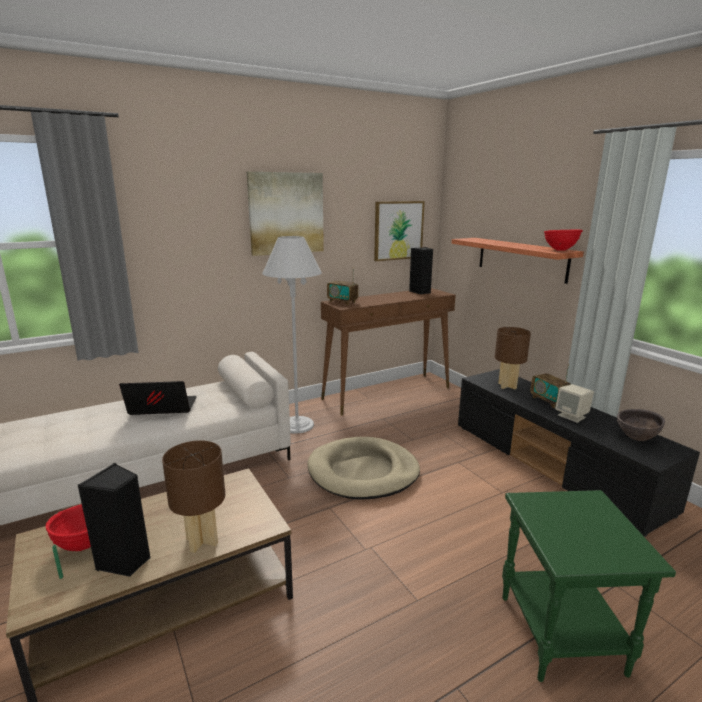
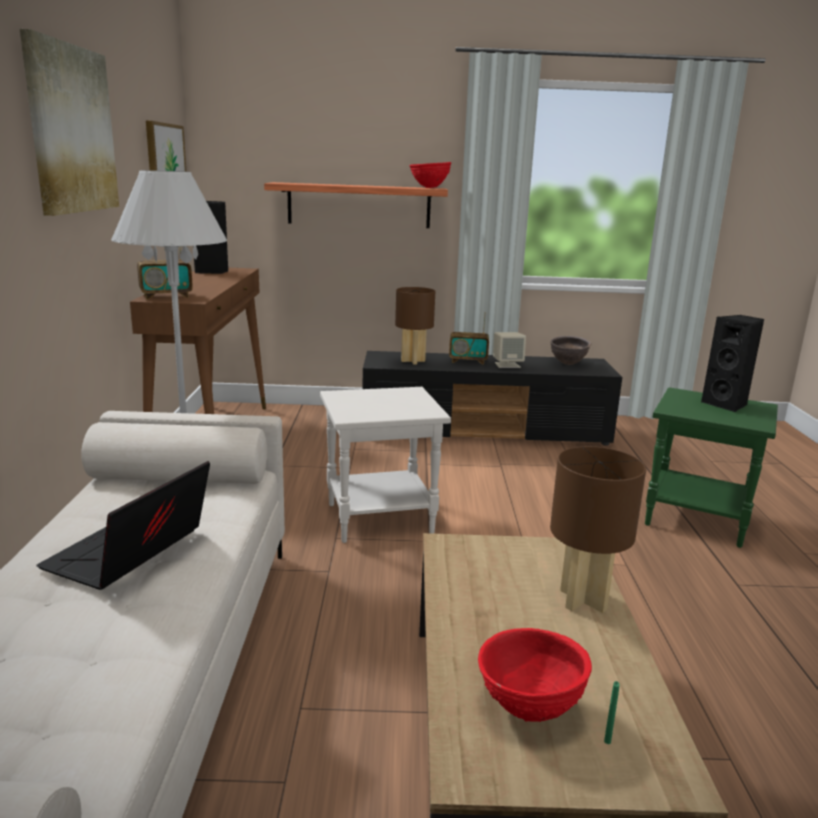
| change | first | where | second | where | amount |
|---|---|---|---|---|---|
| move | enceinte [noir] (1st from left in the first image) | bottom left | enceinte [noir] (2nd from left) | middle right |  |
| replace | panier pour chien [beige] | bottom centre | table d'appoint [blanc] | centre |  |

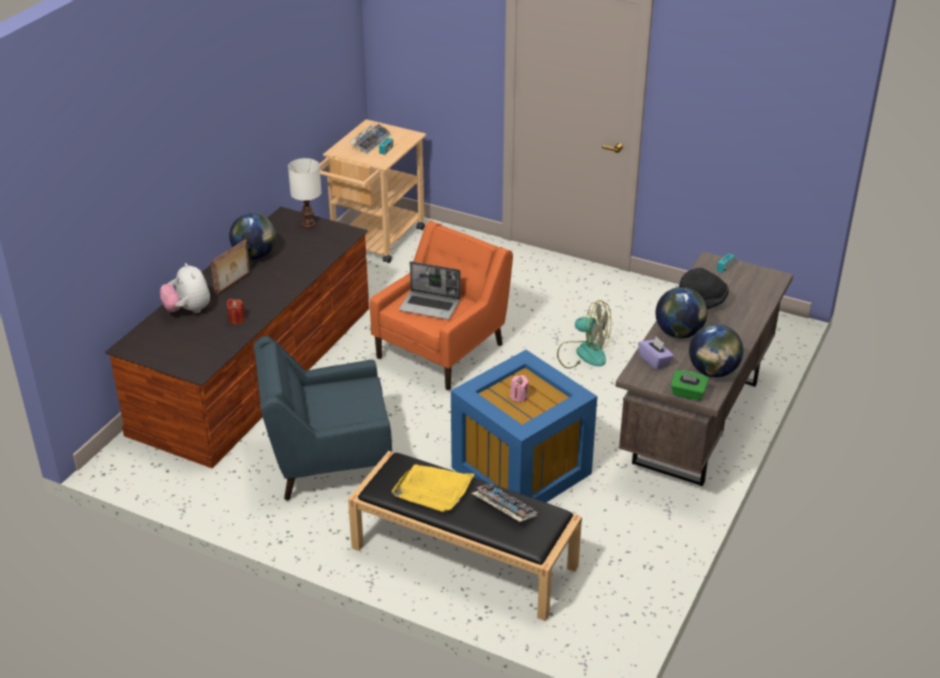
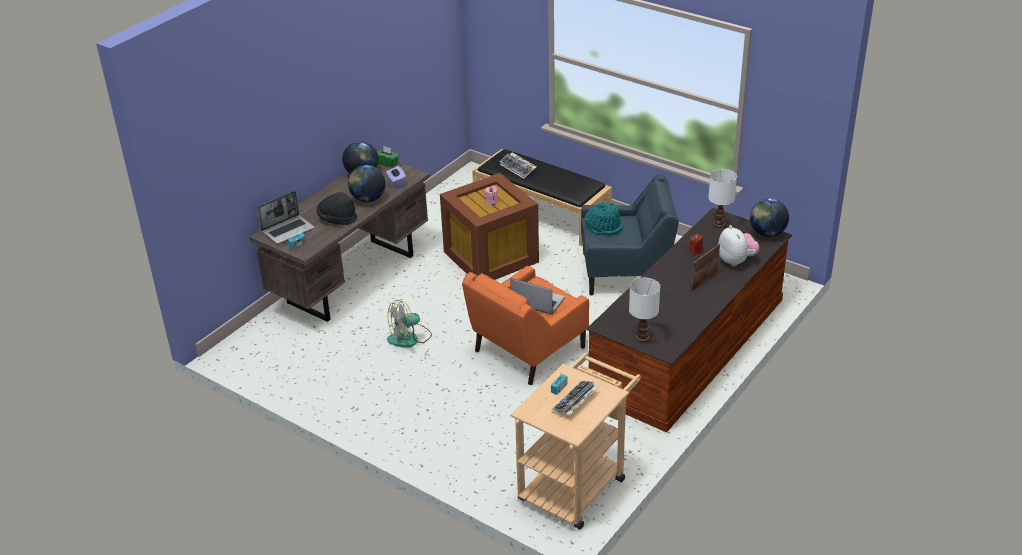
| change | first | where | second | where | amount |
|---|---|---|---|---|---|
| delete | plateau [jaune] | bottom centre |  |  |  |
| insert |  |  | ordinateur portable (1st from left) | middle left |  |
| insert |  |  | chapeau [turquoise] | centre |  |
| insert |  |  | lampe de table [blanc] (2nd from left) | middle right |  |
| move | globe (1st from left in the first image) | middle left | globe (3rd from left) | middle right |  |
| recolor | boîte de rangement [bleu] | centre | boîte de rangement [marron] | centre |  |
| rotate | ventilateur | centre |  | centre | 60 degrees counterclockwise |

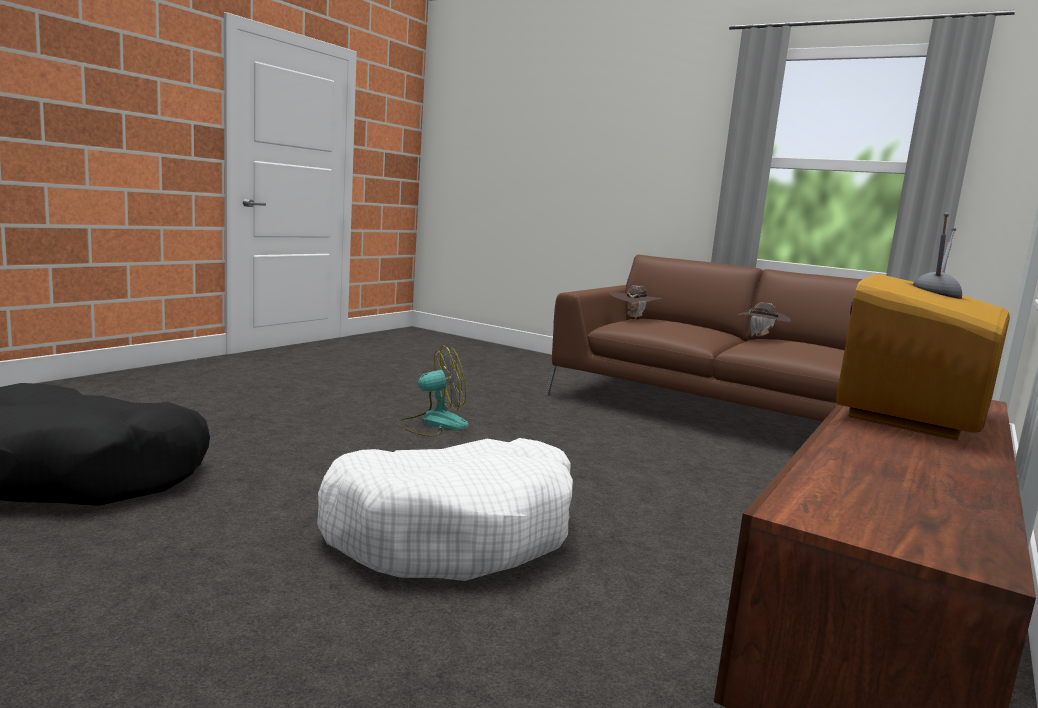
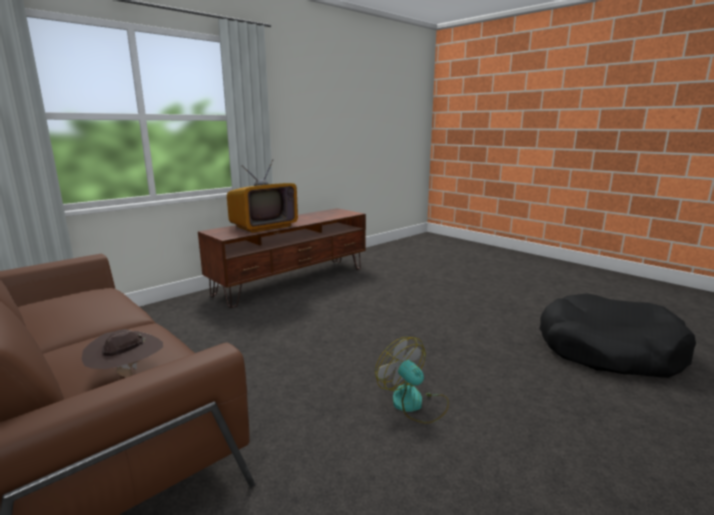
| change | first | where | second | where | amount |
|---|---|---|---|---|---|
| delete | panier pour chien [blanc] | bottom centre |  |  |  |
| delete | chapeau [marron] (2nd from left) | middle right |  |  |  |
| rotate | ventilateur | centre |  | bottom centre | 60 degrees clockwise |

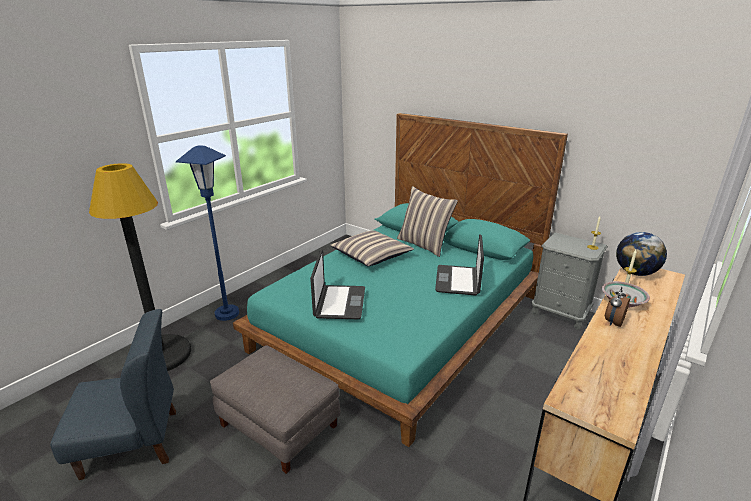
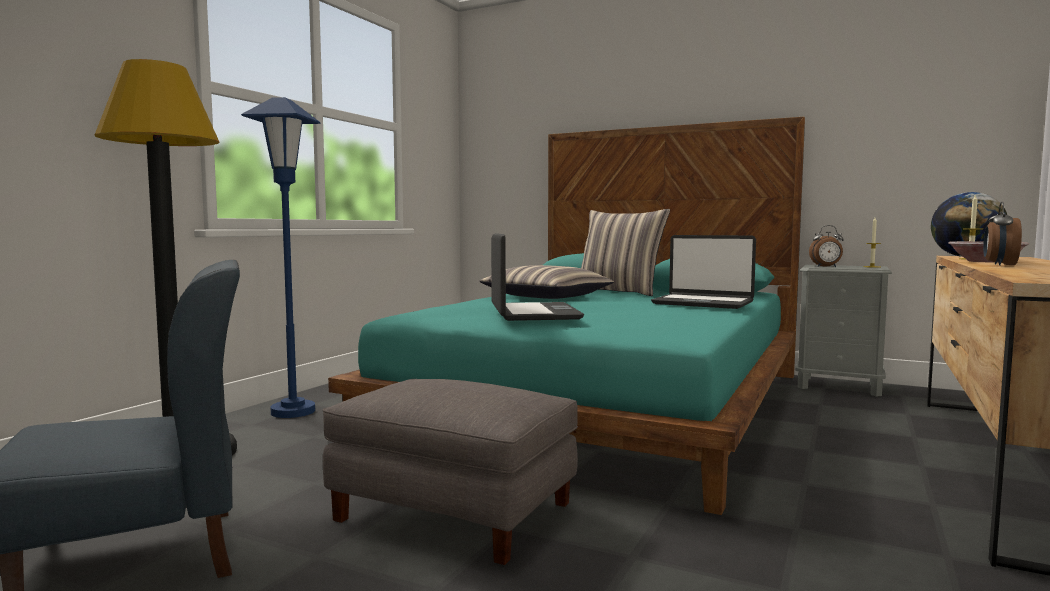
| change | first | where | second | where | amount |
|---|---|---|---|---|---|
| insert |  |  | réveil (1st from left) | middle right |  |
| rotate | ordinateur portable (2nd from left) | centre |  | middle right | 60 degrees counterclockwise |

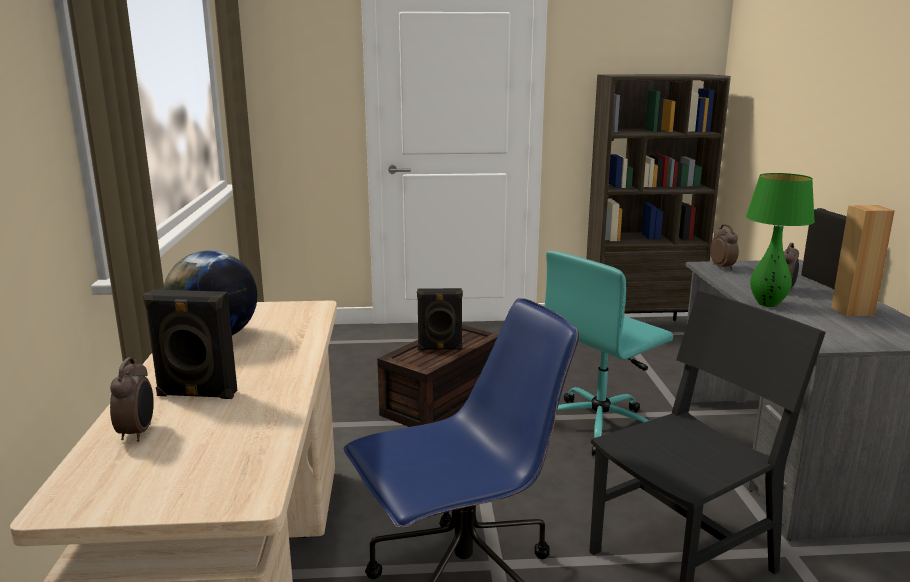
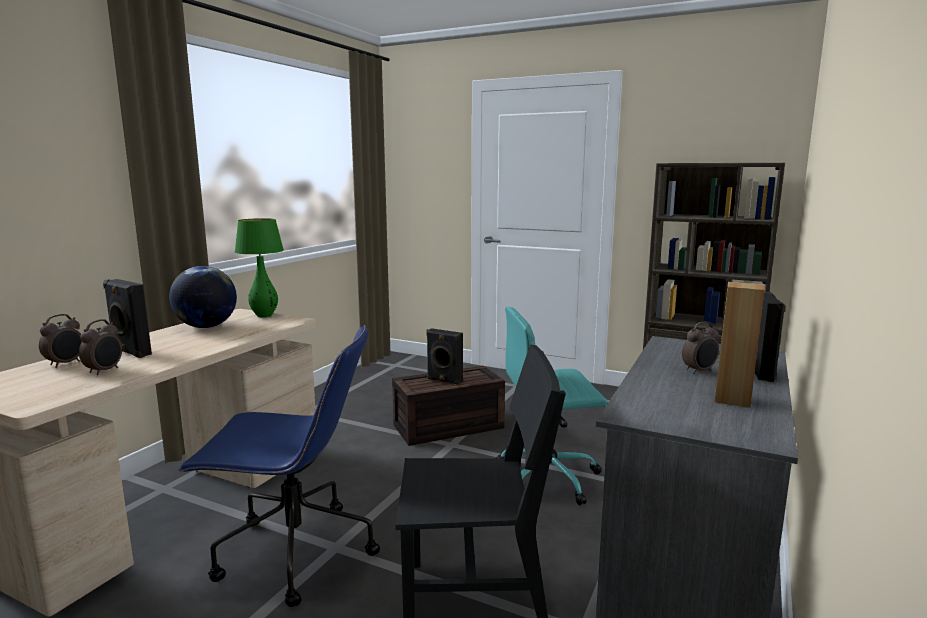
| change | first | where | second | where | amount |
|---|---|---|---|---|---|
| move | réveil (2nd from left) | middle right |  | middle left |  |
| move | lampe de table [vert] | middle right |  | middle left |  |

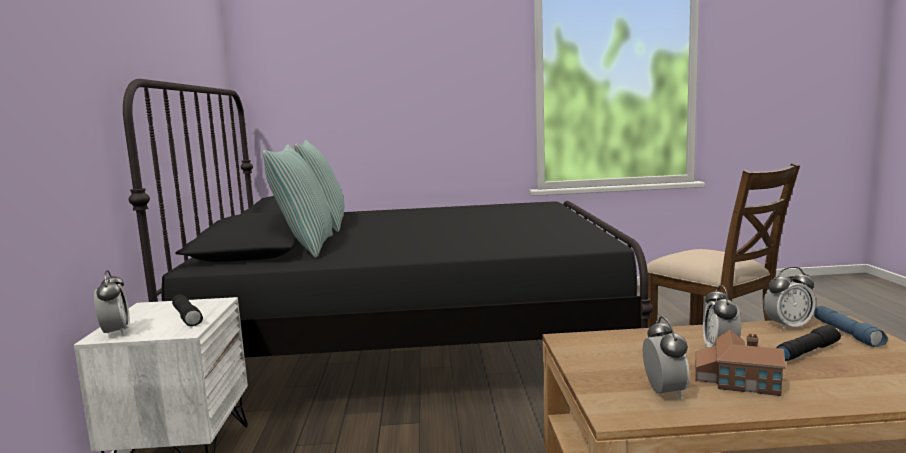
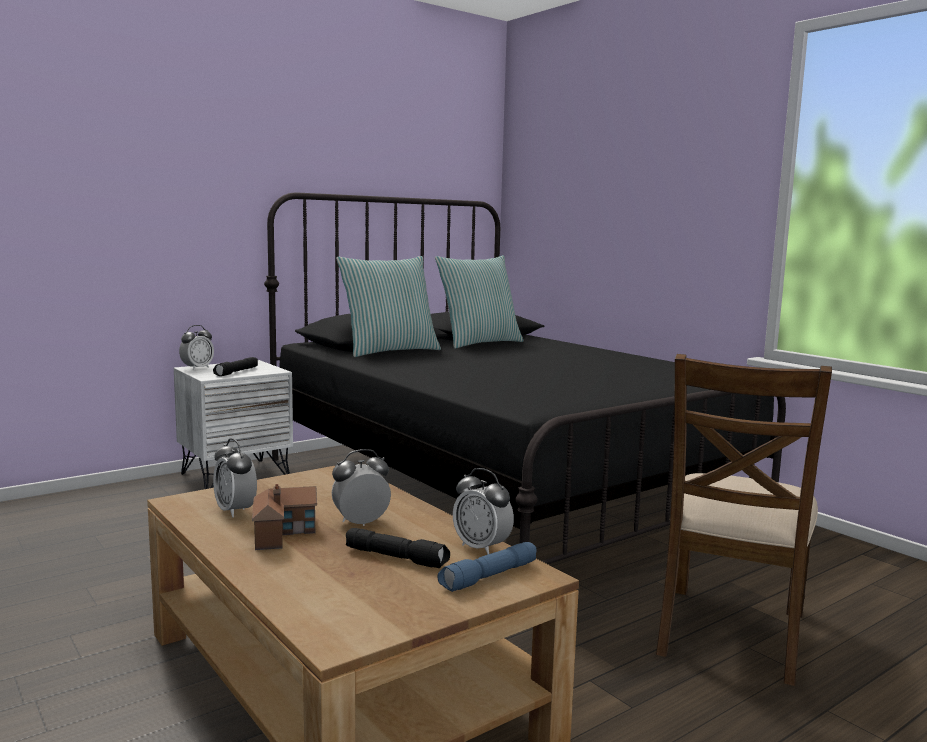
| change | first | where | second | where | amount |
|---|---|---|---|---|---|
| rotate | réveil (2nd from left) | bottom right |  | middle left | 90 degrees clockwise |

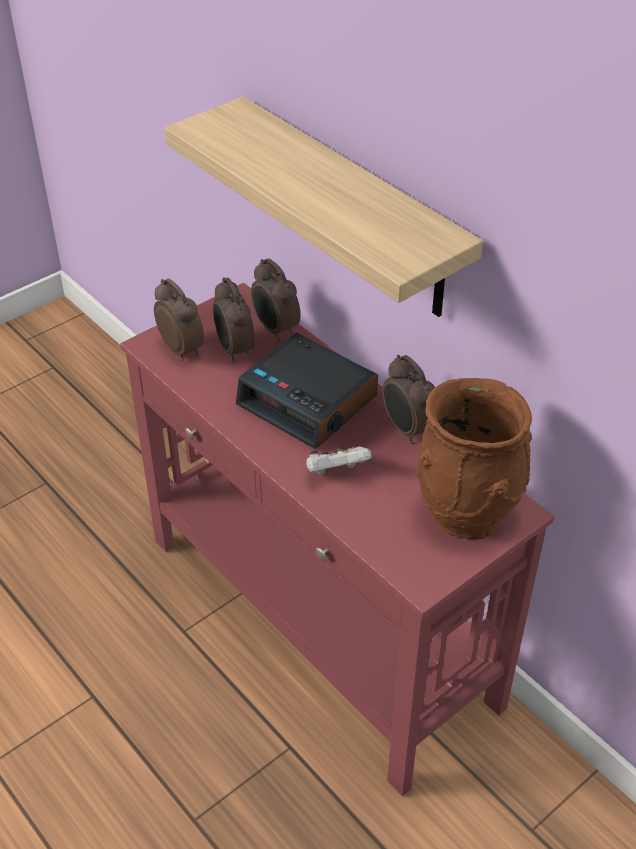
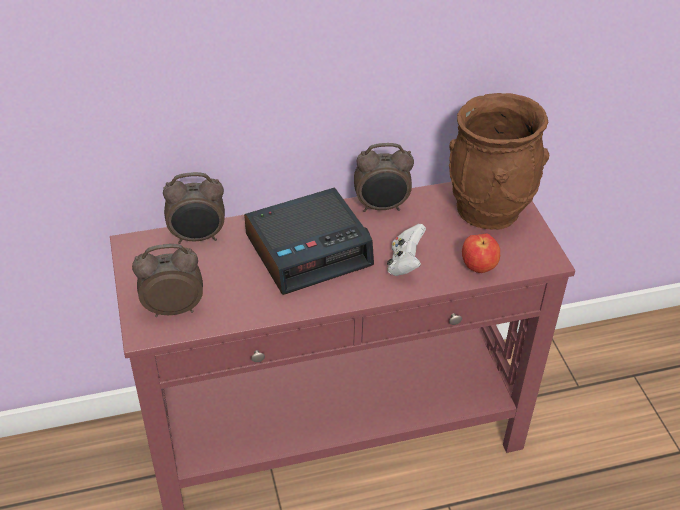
| change | first | where | second | where | amount |
|---|---|---|---|---|---|
| delete | étagère | top centre |  |  |  |
| delete | réveil (2nd from left) | centre |  |  |  |
| insert |  |  | pomme | middle right |  |

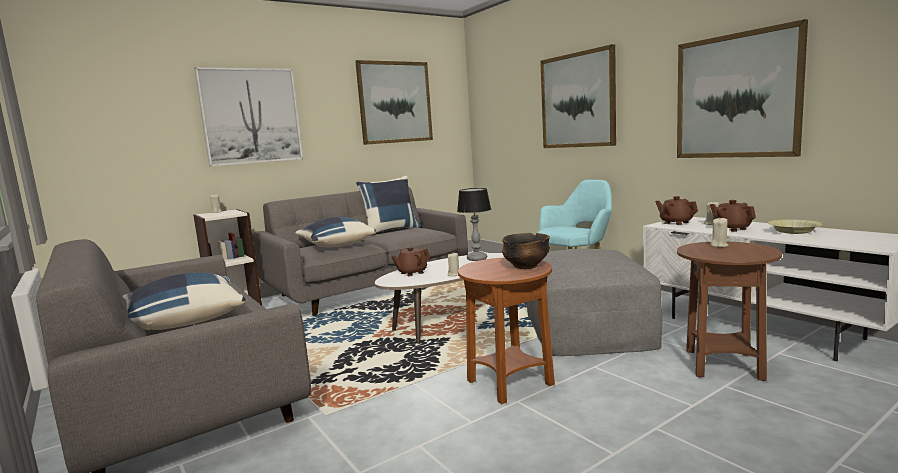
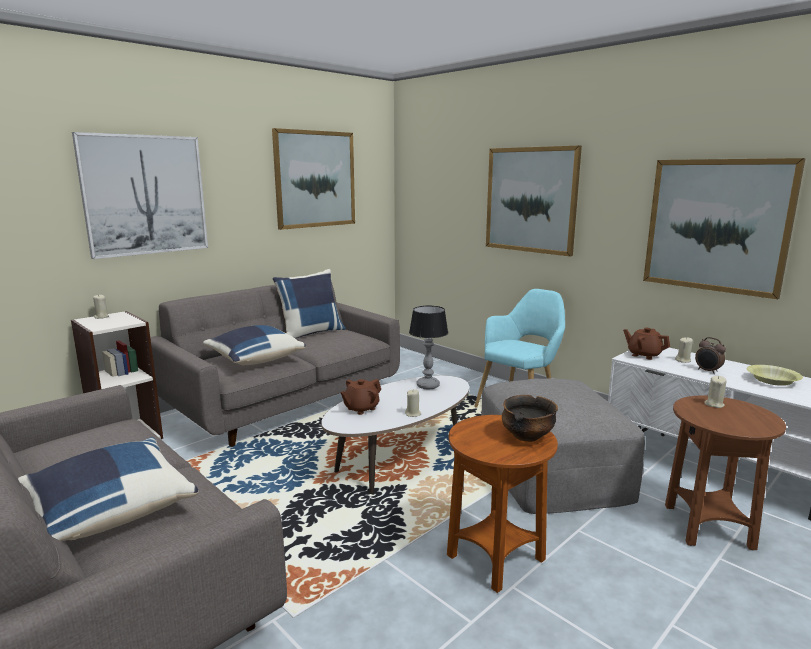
| change | first | where | second | where | amount |
|---|---|---|---|---|---|
| replace | théière [marron] (3rd from left) | middle right | réveil | middle right |  |

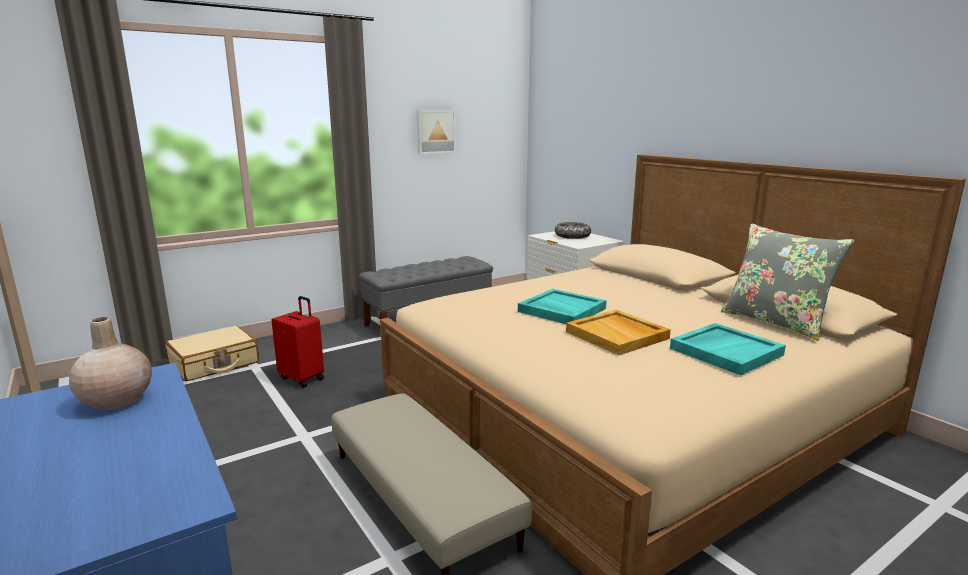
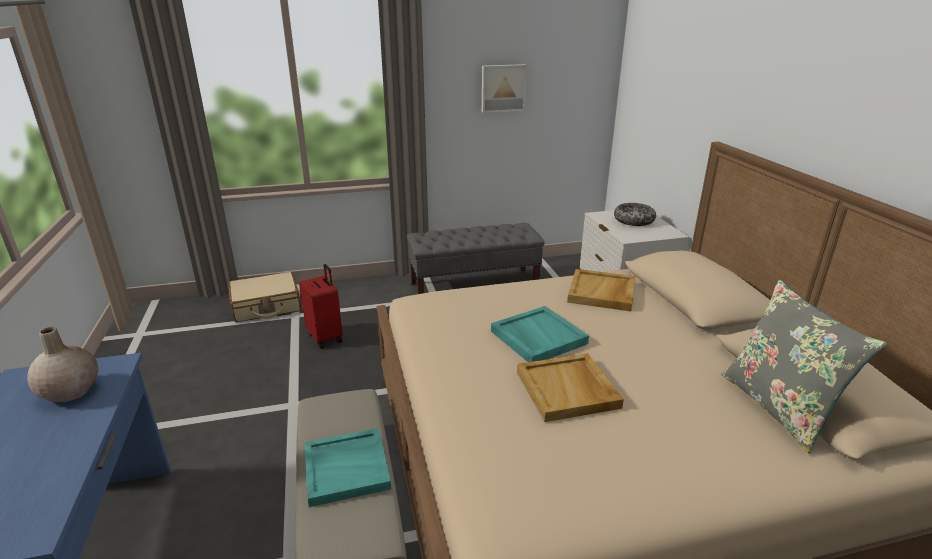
| change | first | where | second | where | amount |
|---|---|---|---|---|---|
| insert |  |  | plateau [beige] (2nd from left) | centre |  |
| move | plateau [turquoise] (2nd from left in the first image) | middle right | plateau [turquoise] (1st from left) | bottom centre |  |

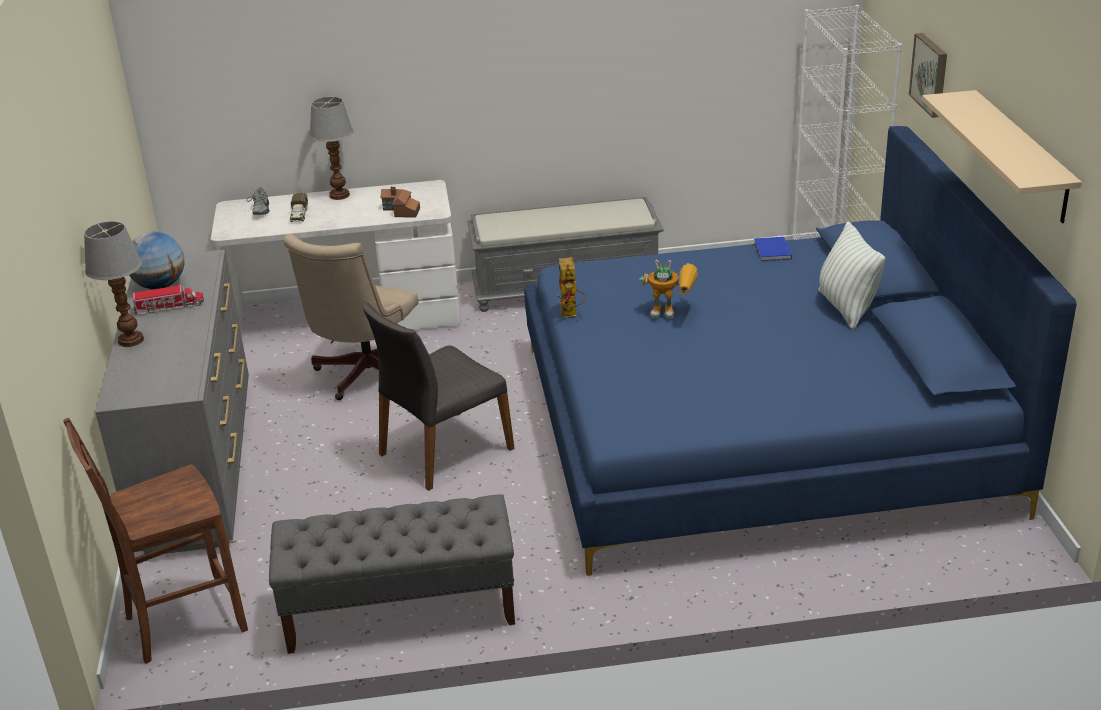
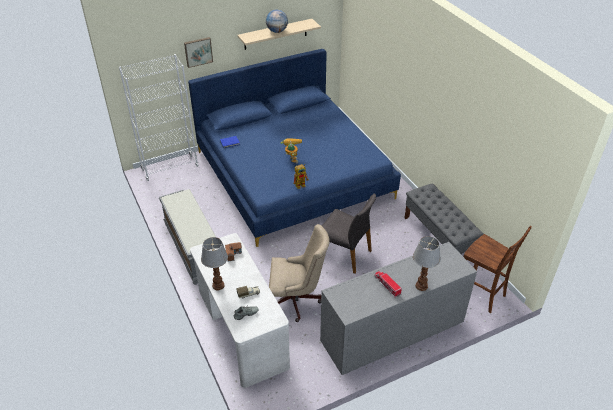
| change | first | where | second | where | amount |
|---|---|---|---|---|---|
| delete | coussin | middle right |  |  |  |
| move | globe | middle left |  | top centre |  |

